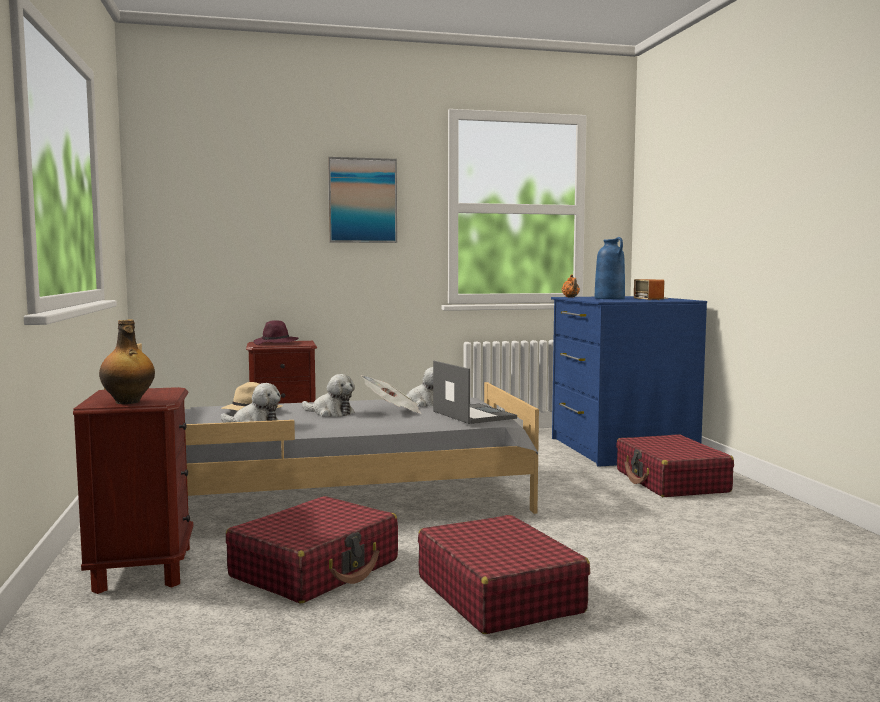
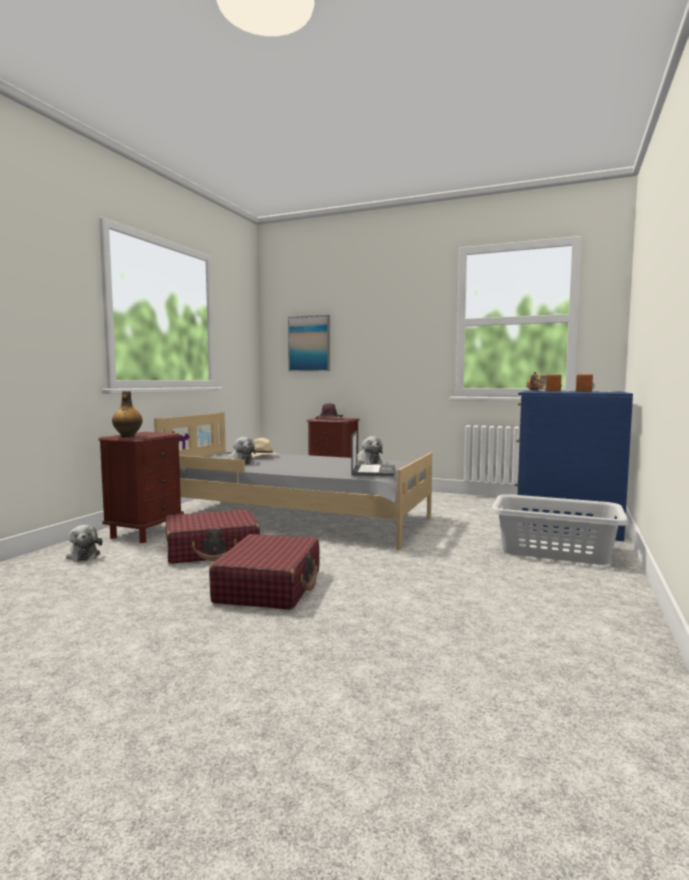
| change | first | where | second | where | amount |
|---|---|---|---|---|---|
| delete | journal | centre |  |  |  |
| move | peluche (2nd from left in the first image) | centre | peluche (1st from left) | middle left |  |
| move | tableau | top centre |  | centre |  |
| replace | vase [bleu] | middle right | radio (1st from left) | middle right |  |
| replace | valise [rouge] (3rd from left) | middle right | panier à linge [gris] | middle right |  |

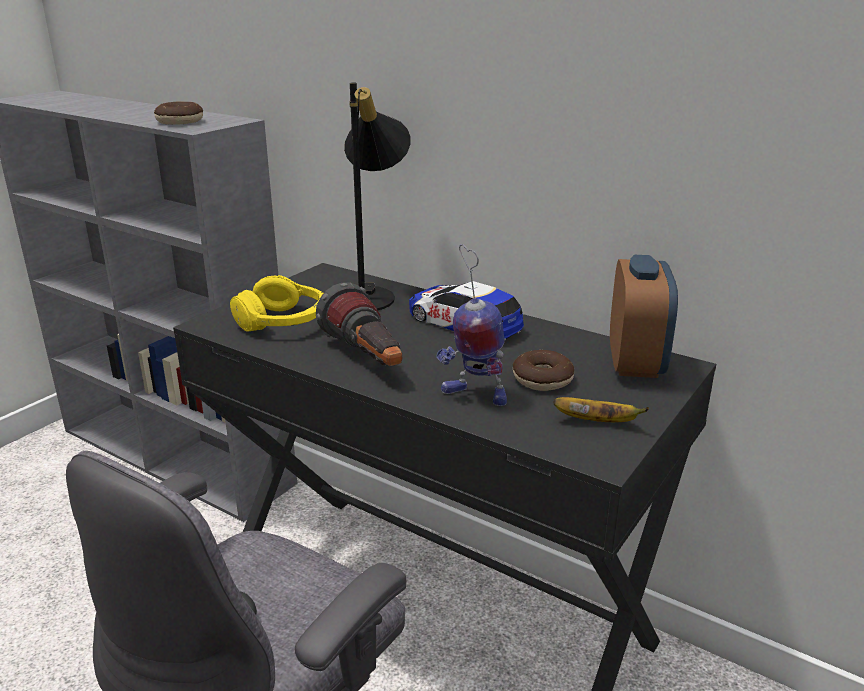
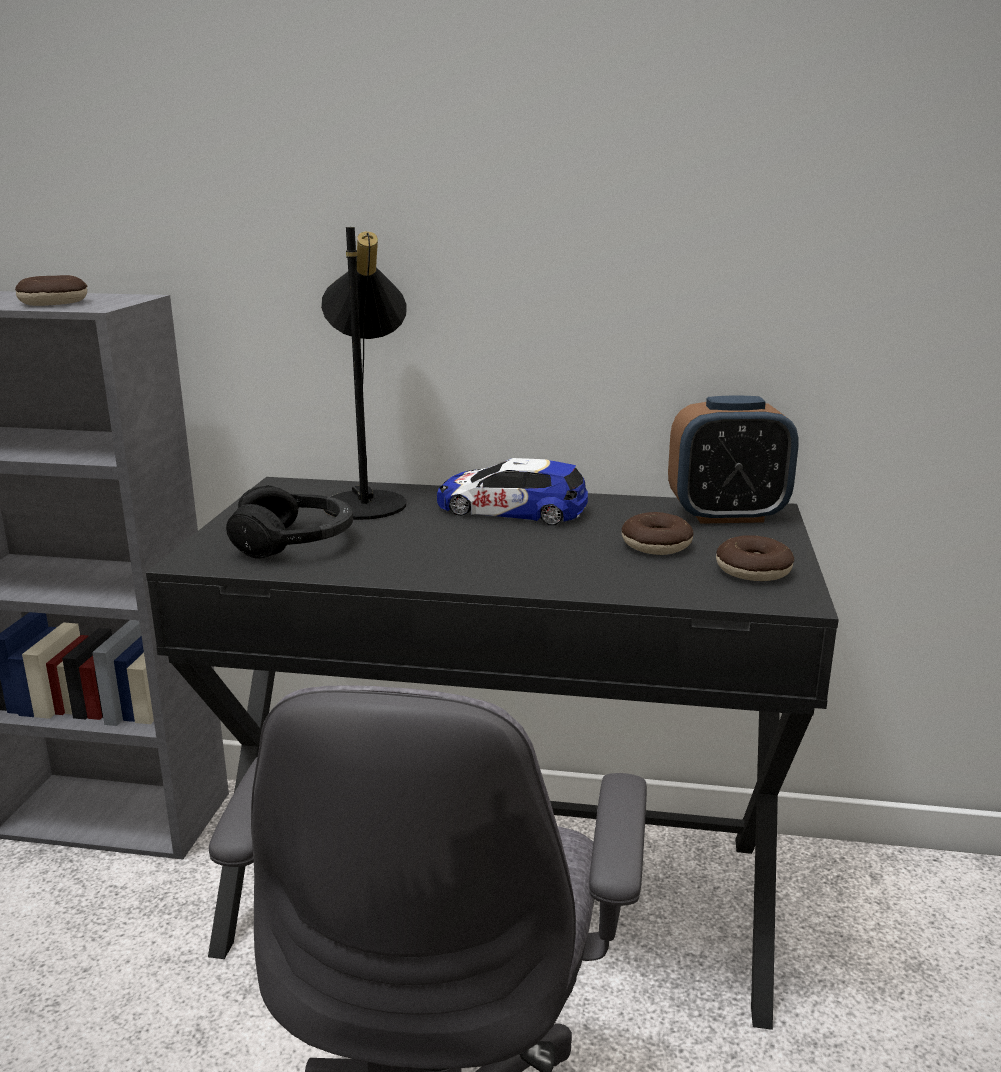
| change | first | where | second | where | amount |
|---|---|---|---|---|---|
| delete | lampe de poche | centre |  |  |  |
| delete | robot jouet | centre |  |  |  |
| replace | banane | middle right | beignet (3rd from left) | middle right |  |
| recolor | casque audio [jaune] | middle left | casque audio [noir] | middle left |  |
| rotate | réveil | middle right |  | middle right | 105 degrees clockwise |

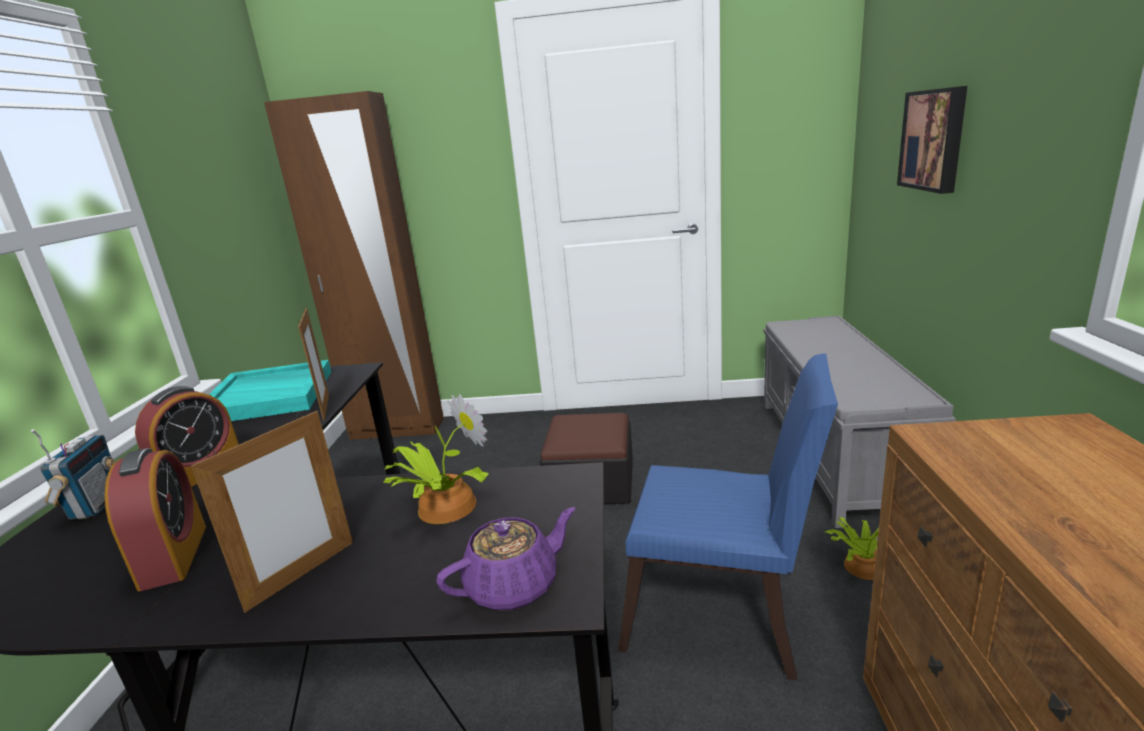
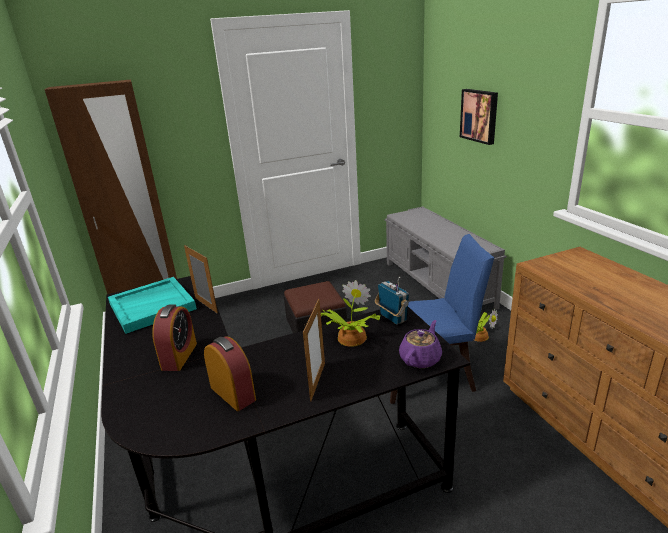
| change | first | where | second | where | amount |
|---|---|---|---|---|---|
| move | radio | middle left |  | centre |  |

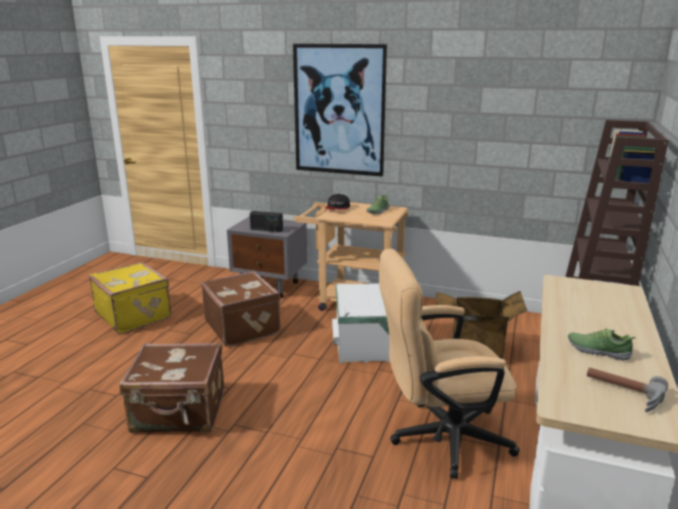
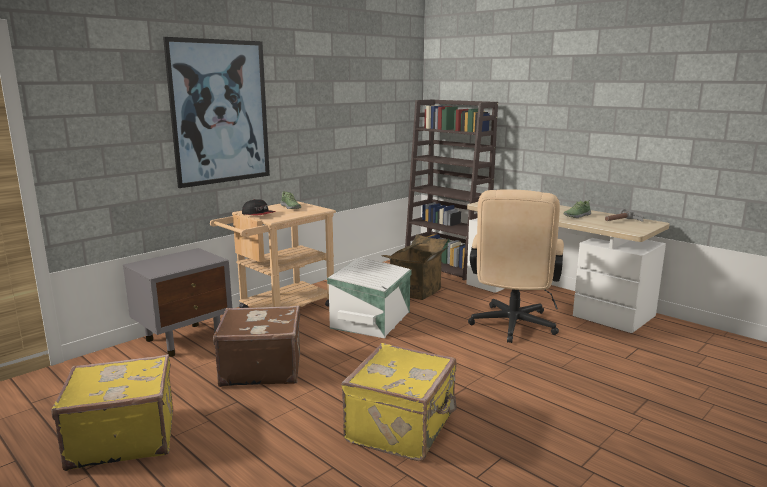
| change | first | where | second | where | amount |
|---|---|---|---|---|---|
| delete | radio | centre |  |  |  |
| recolor | valise [marron] (1st from left) | bottom left | valise [jaune] (2nd from left) | bottom centre |  |

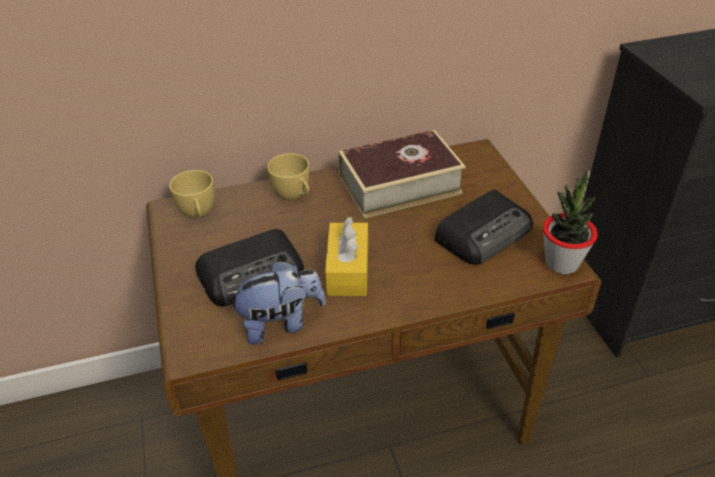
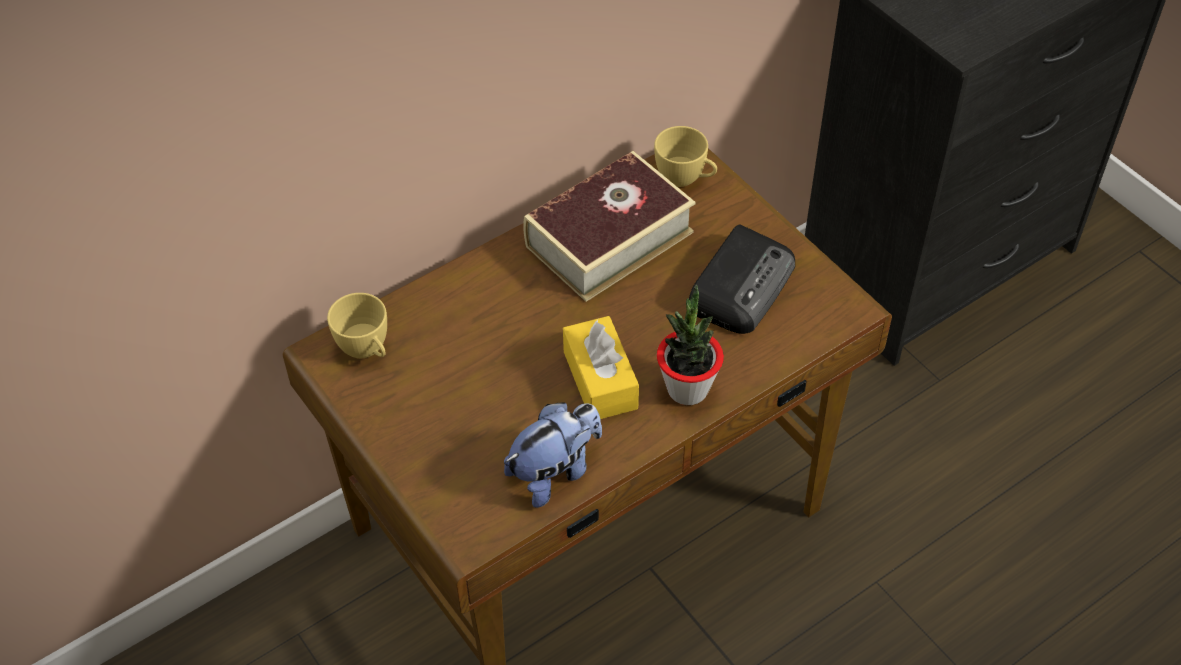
| change | first | where | second | where | amount |
|---|---|---|---|---|---|
| delete | radio (1st from left) | centre |  |  |  |
| move | tasse [jaune] (2nd from left) | centre |  | top centre |  |
| move | plante en pot | middle right |  | centre |  |

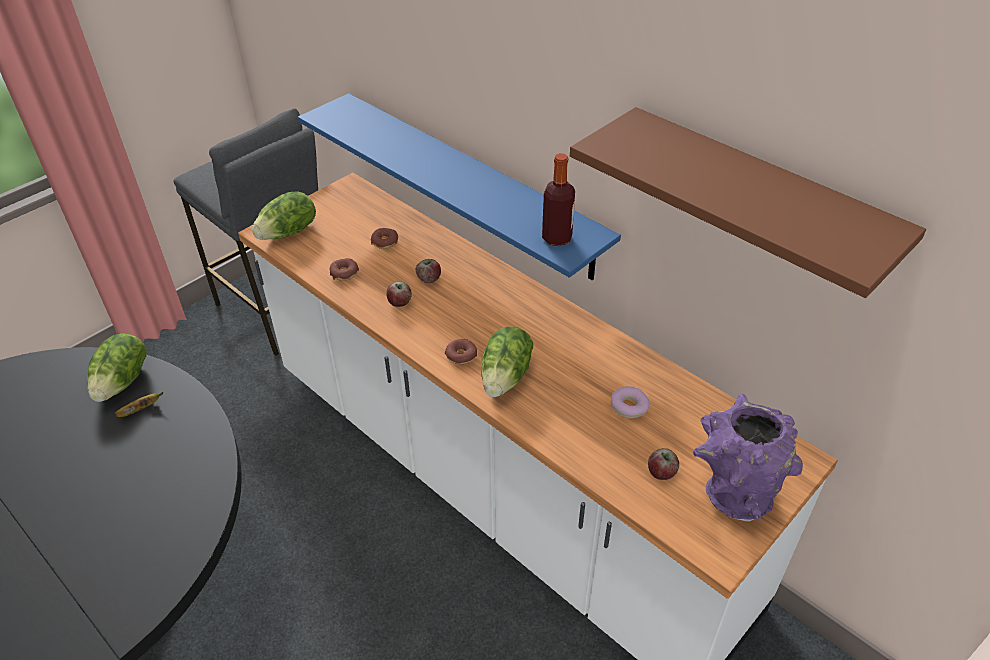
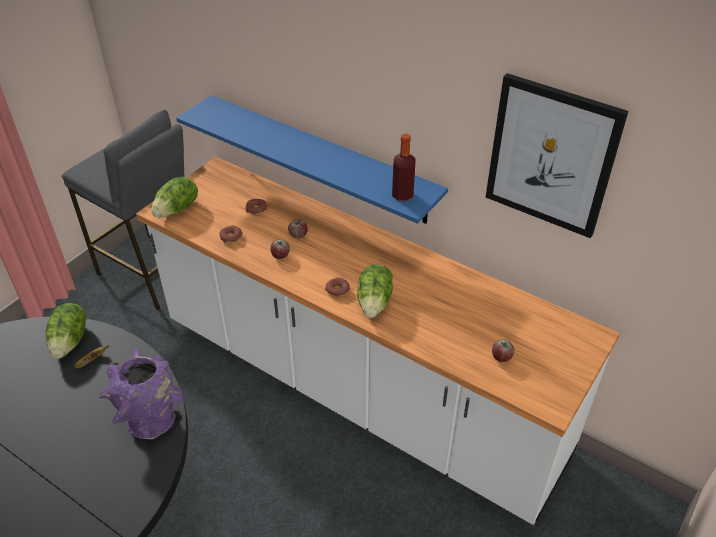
| change | first | where | second | where | amount |
|---|---|---|---|---|---|
| delete | beignet (4th from left) | centre |  |  |  |
| move | vase [violet] | bottom right |  | bottom left |  |
| replace | étagère [marron] | top right | tableau | top right |  |

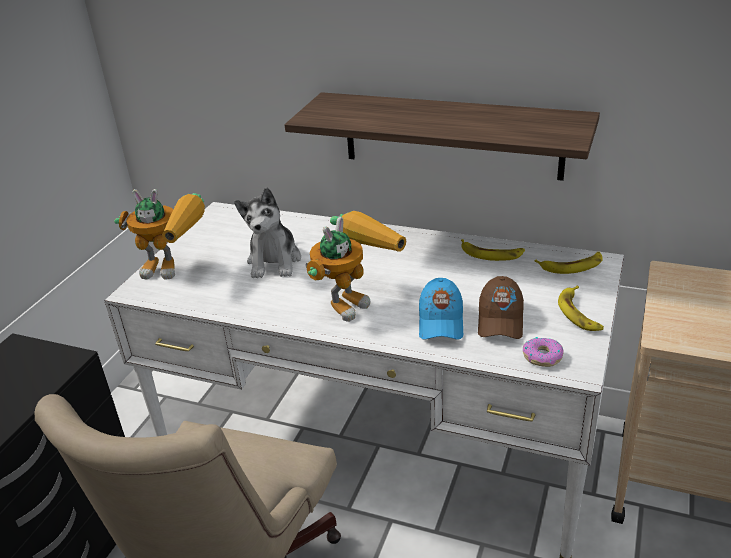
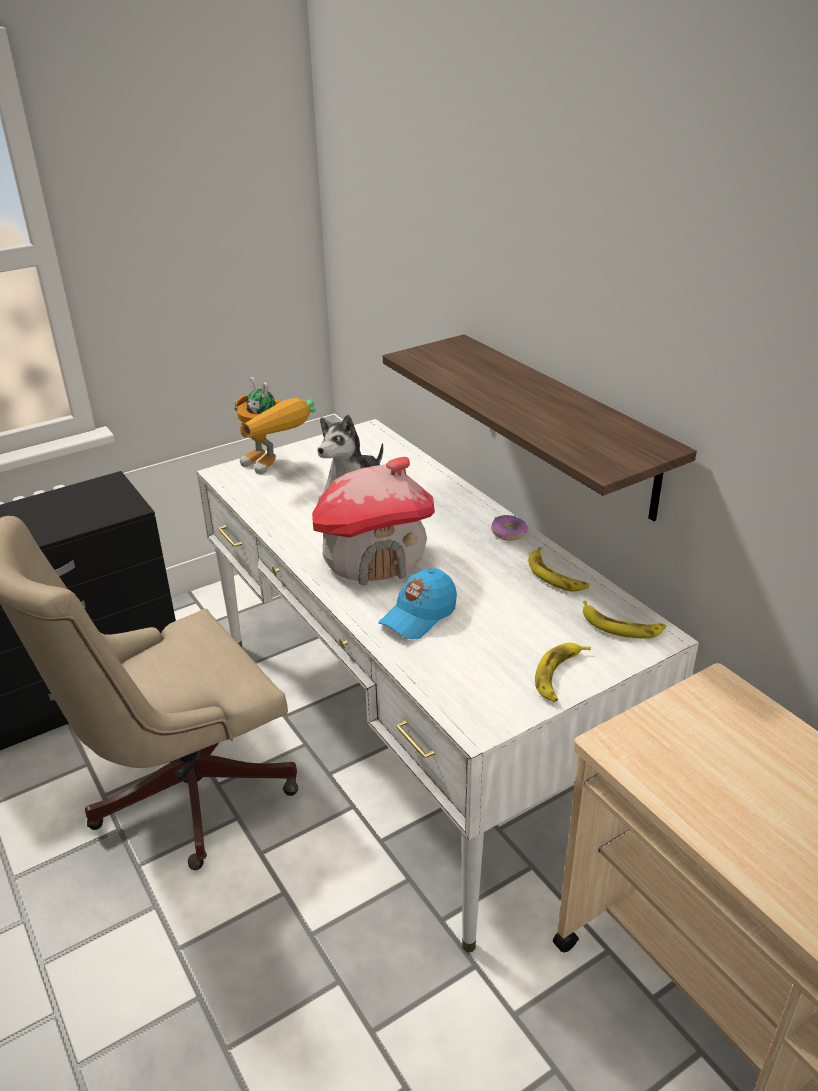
| change | first | where | second | where | amount |
|---|---|---|---|---|---|
| delete | casquette [marron] | middle right |  |  |  |
| move | beignet | middle right |  | centre |  |
| replace | robot jouet (2nd from left) | centre | maison miniature | centre |  |

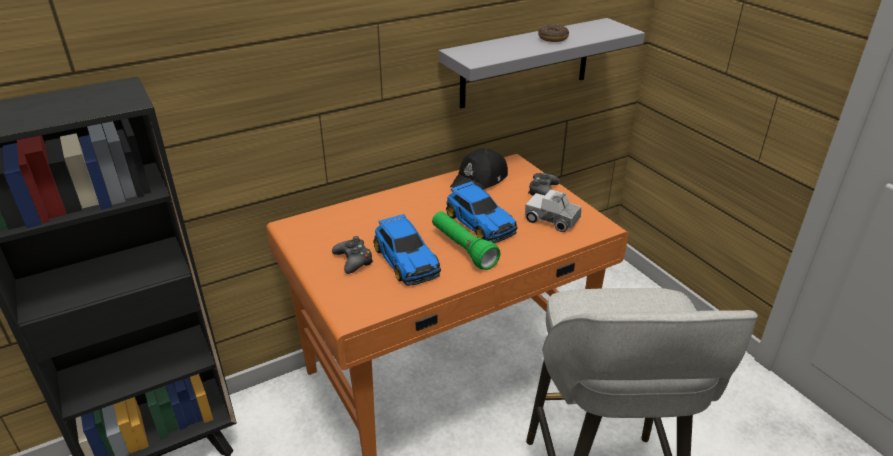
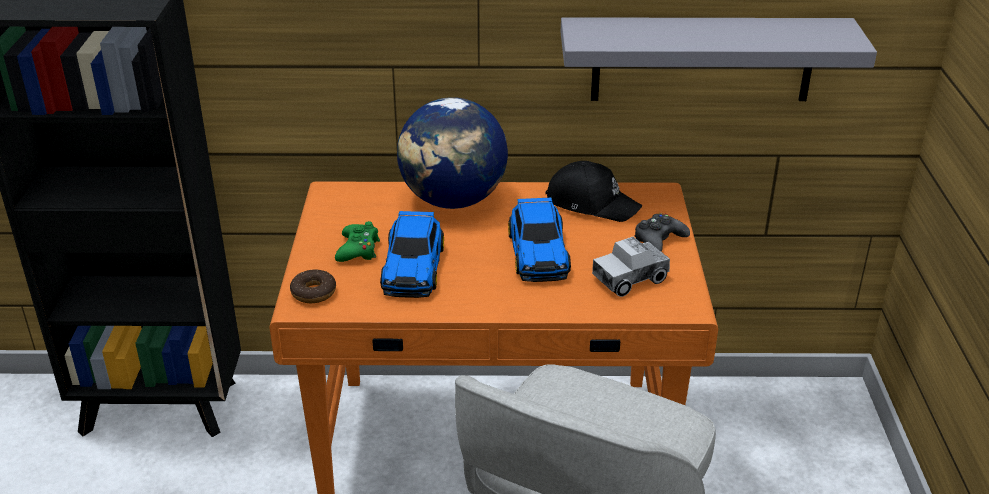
| change | first | where | second | where | amount |
|---|---|---|---|---|---|
| delete | lampe de poche [vert] | centre |  |  |  |
| insert |  |  | globe | top centre |  |
| move | beignet | top centre |  | middle left |  |
| recolor | manette [noir] (1st from left) | centre | manette [vert] | centre |  |
| rotate | casquette [noir] | centre |  | centre | 135 degrees counterclockwise |
| rotate | camion jouet | centre |  | centre | 90 degrees counterclockwise |

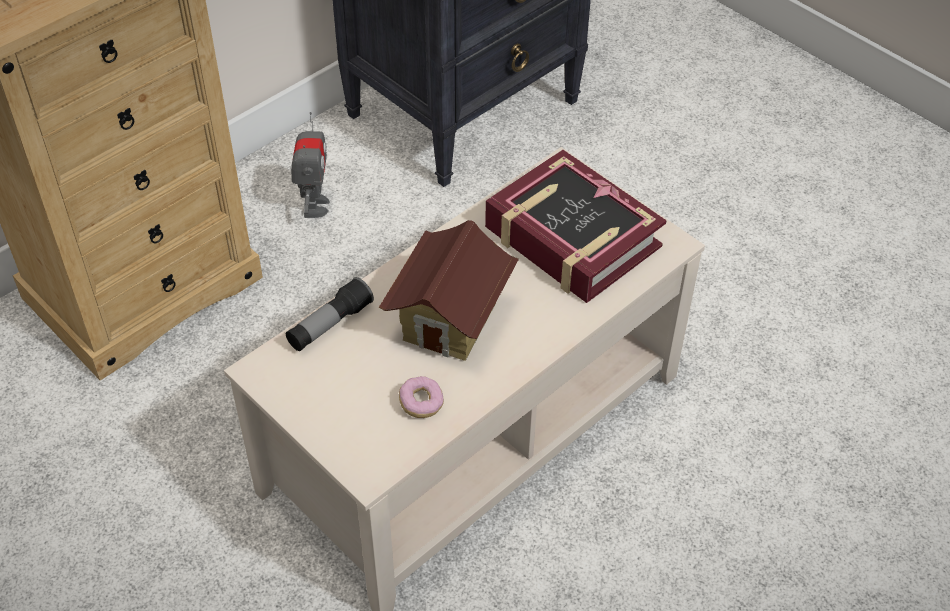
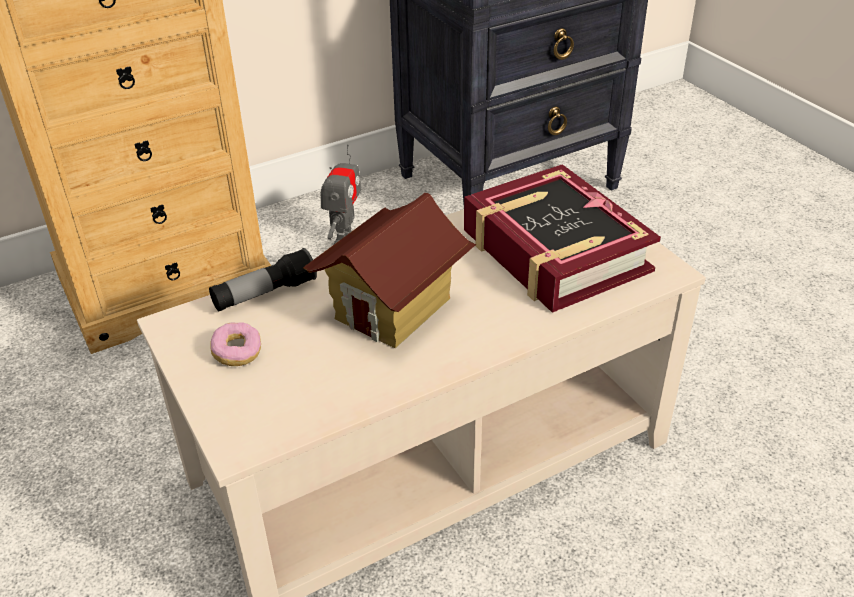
| change | first | where | second | where | amount |
|---|---|---|---|---|---|
| move | beignet | centre |  | middle left |  |

